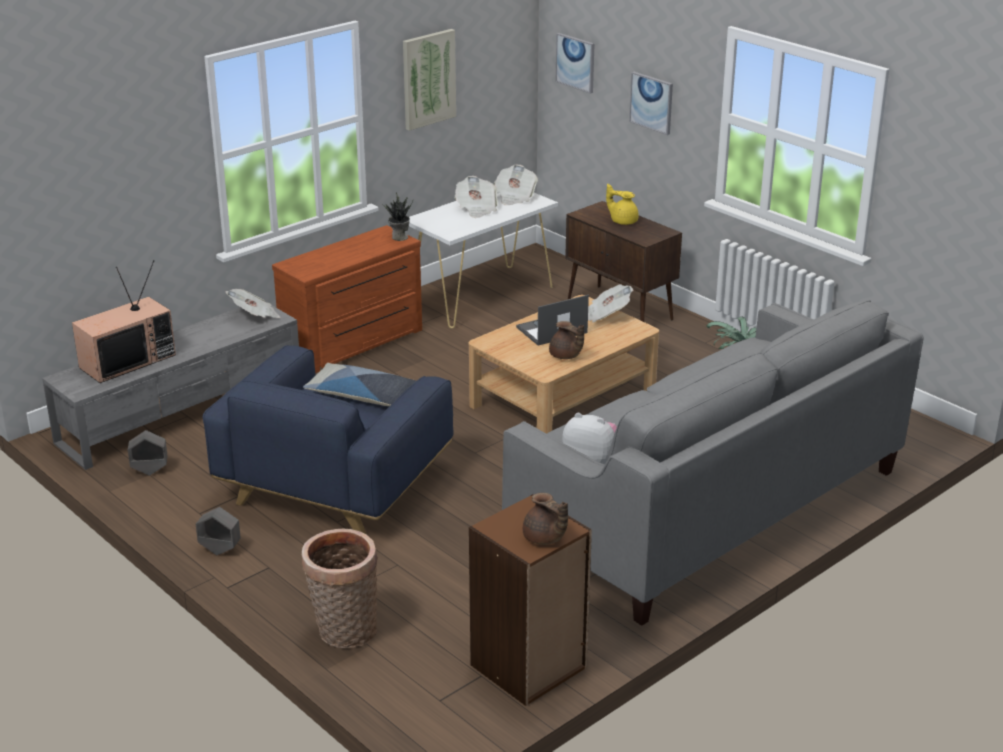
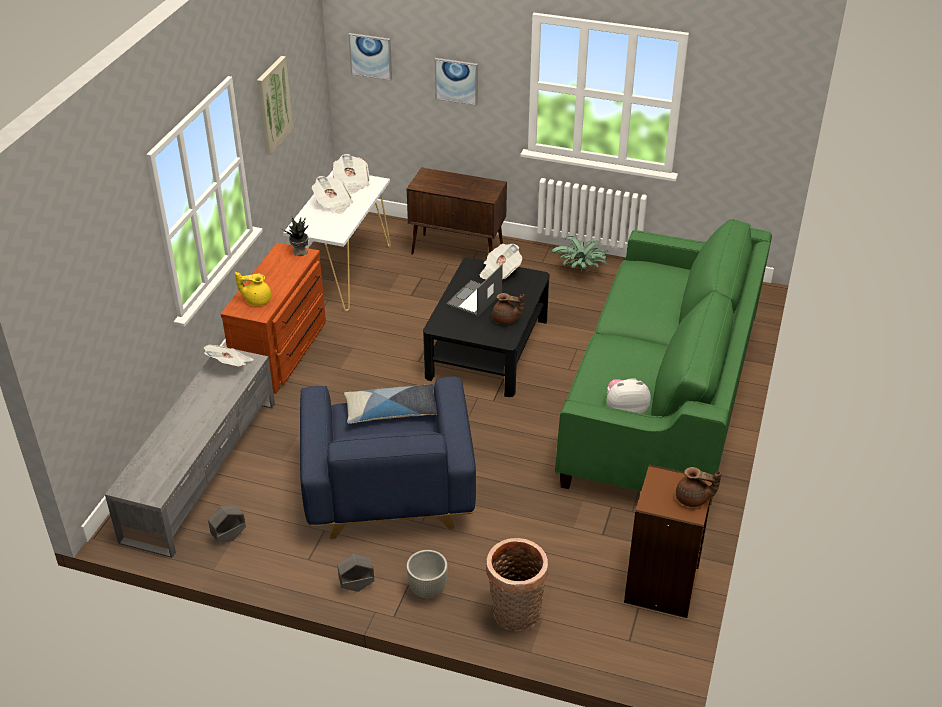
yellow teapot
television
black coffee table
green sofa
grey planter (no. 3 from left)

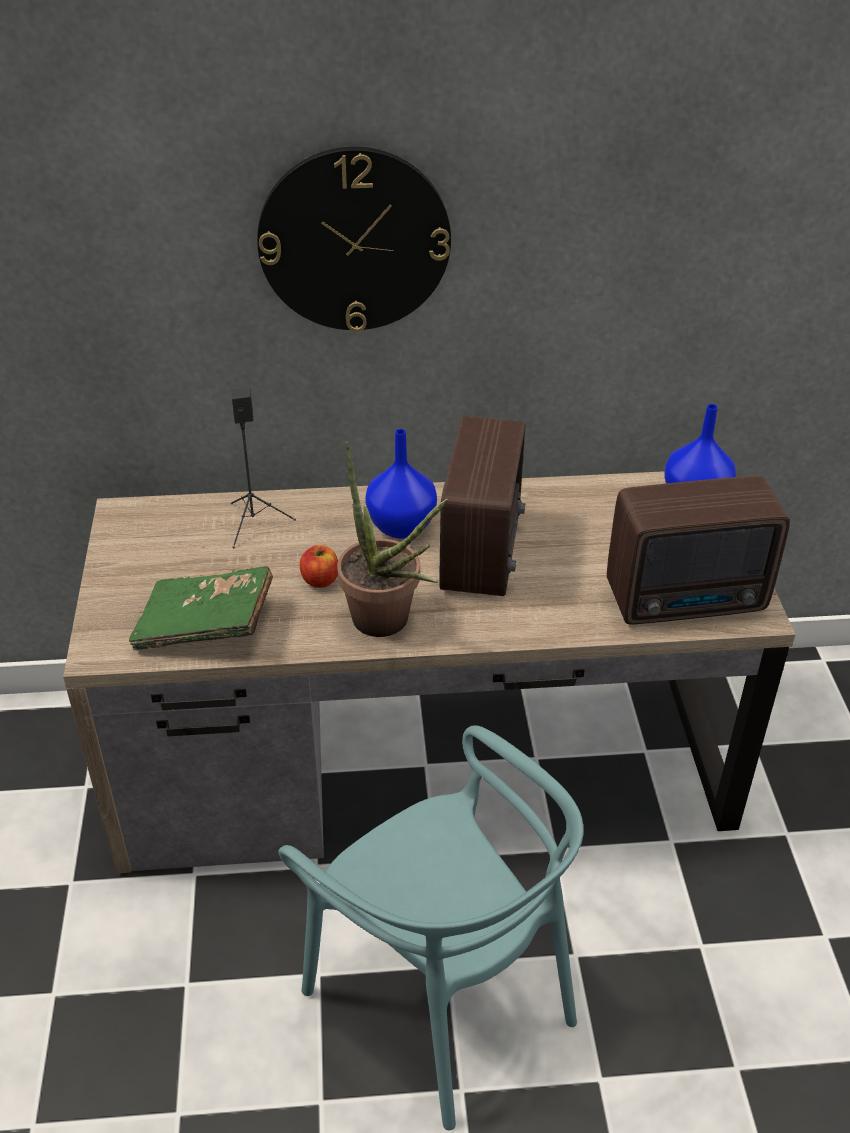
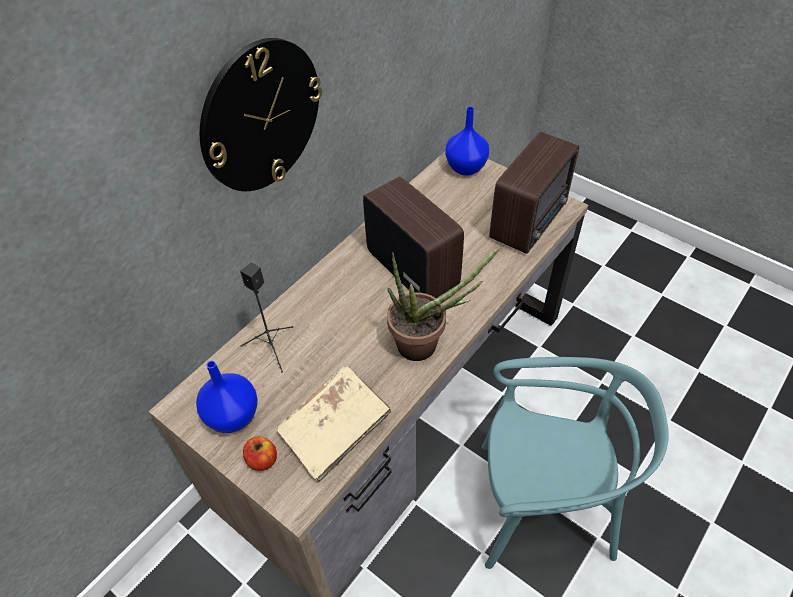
blue vase (no. 1 from left)
apple
beige book

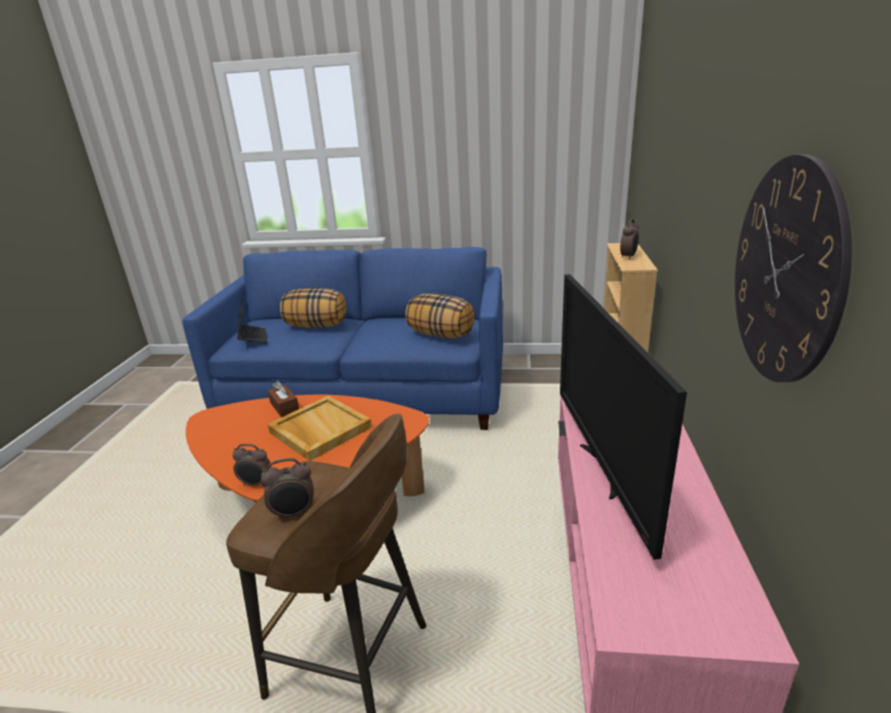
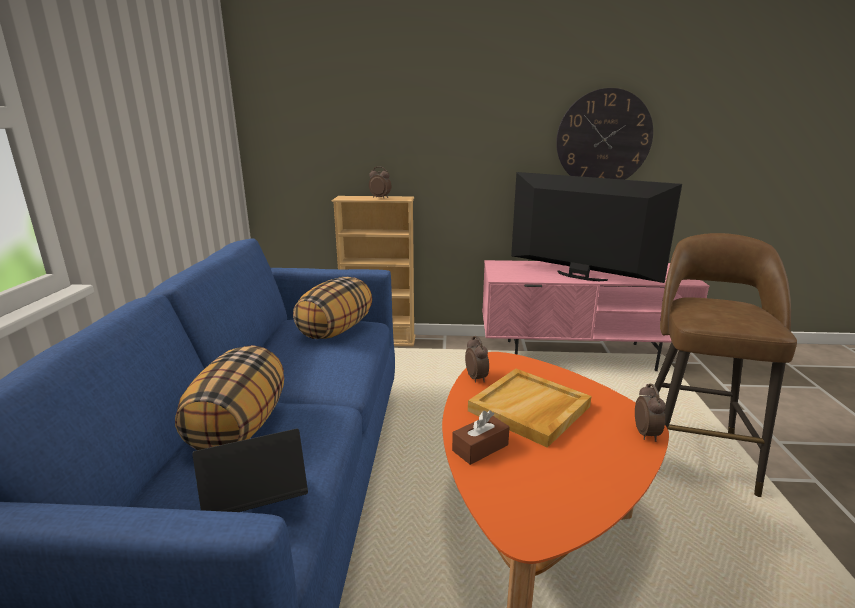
television
alarm clock (no. 2 from left)

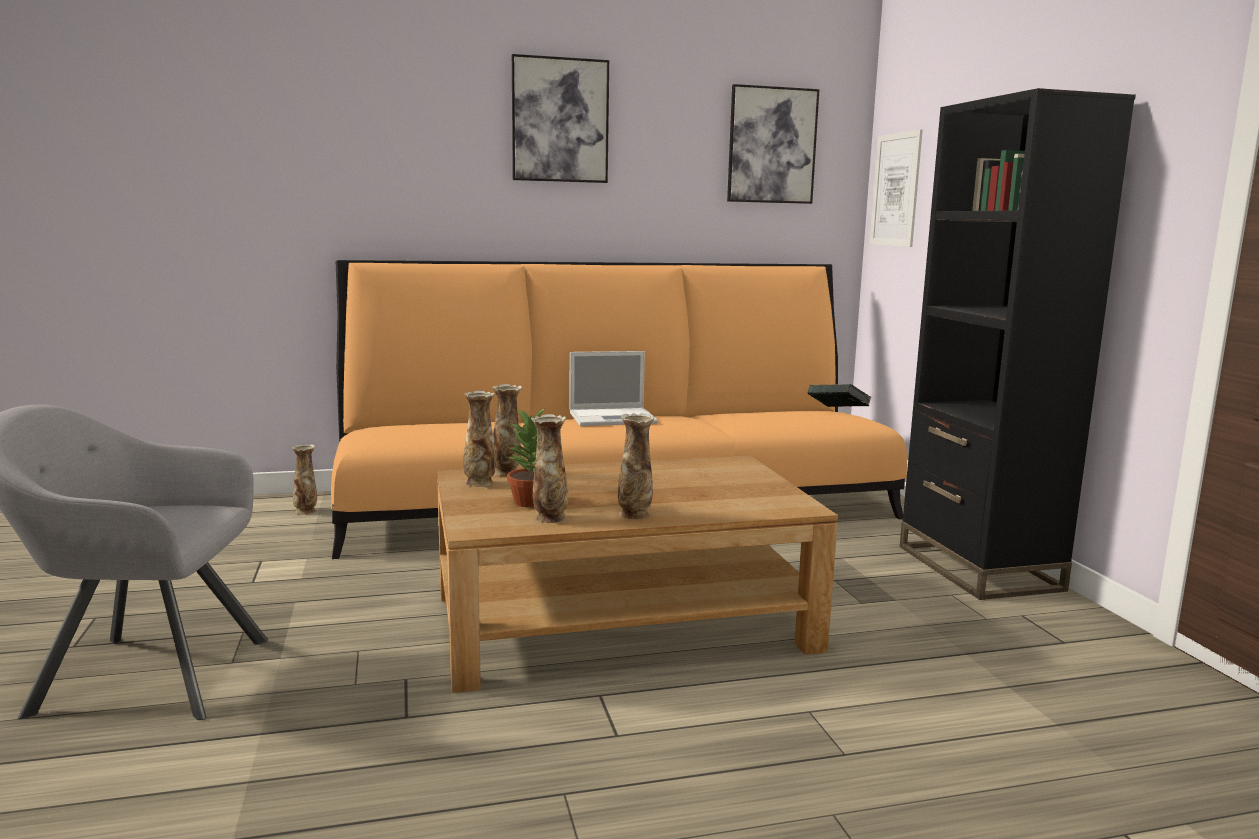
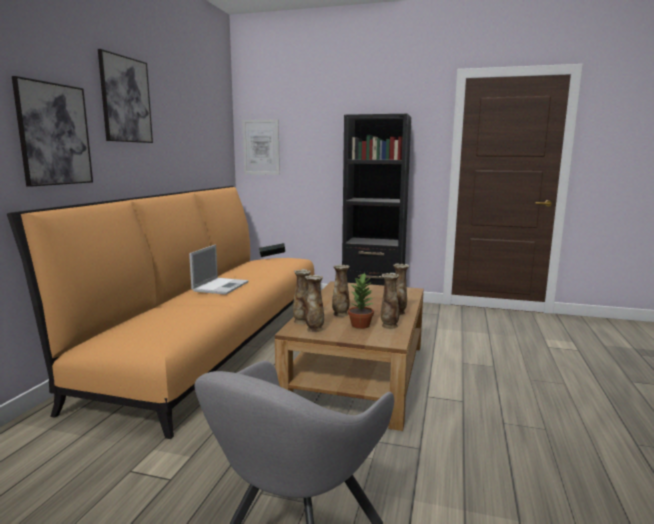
picture (no. 1 from left)
vase (no. 3 from left)

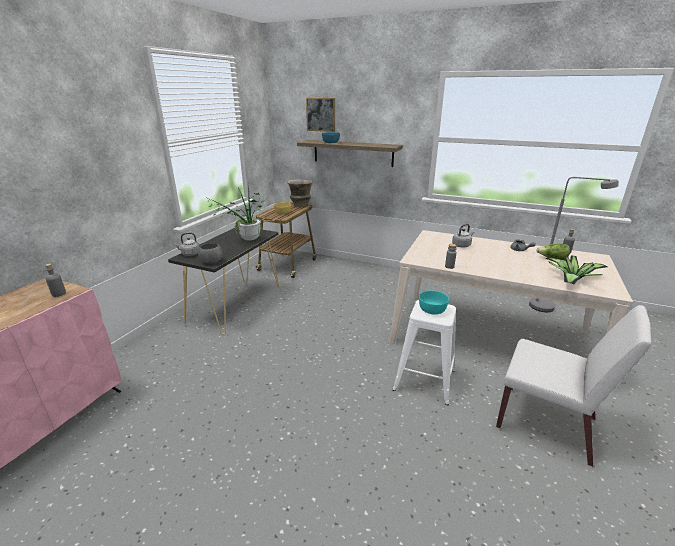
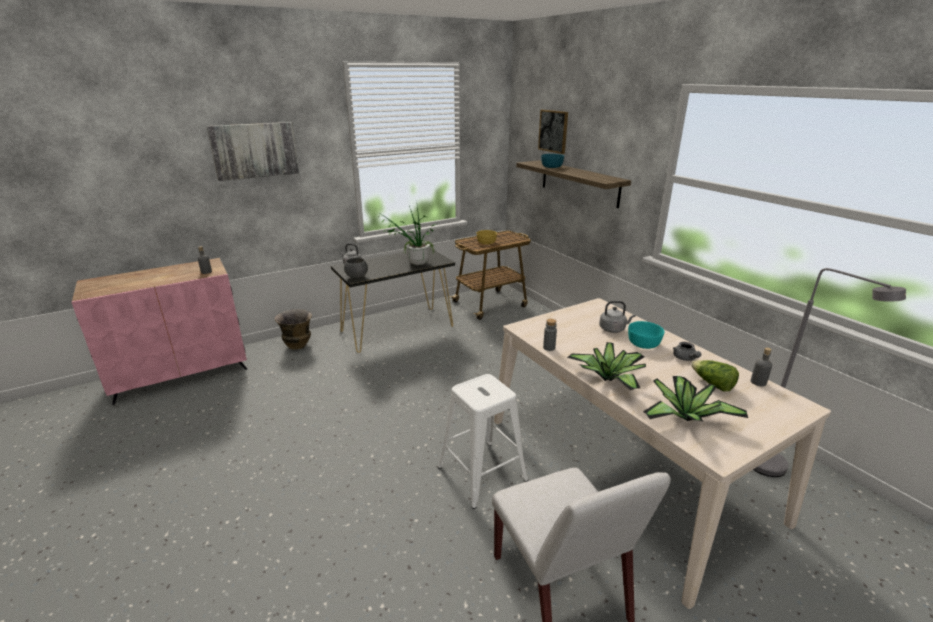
vase
turquoise bowl (no. 2 from left)
picture (no. 1 from left)
potted plant (no. 2 from left)

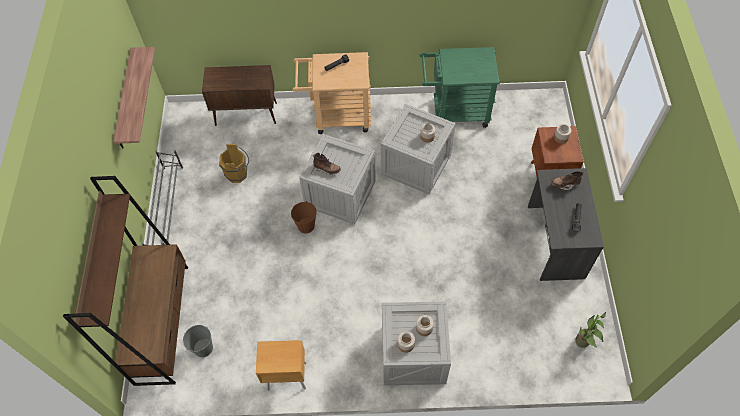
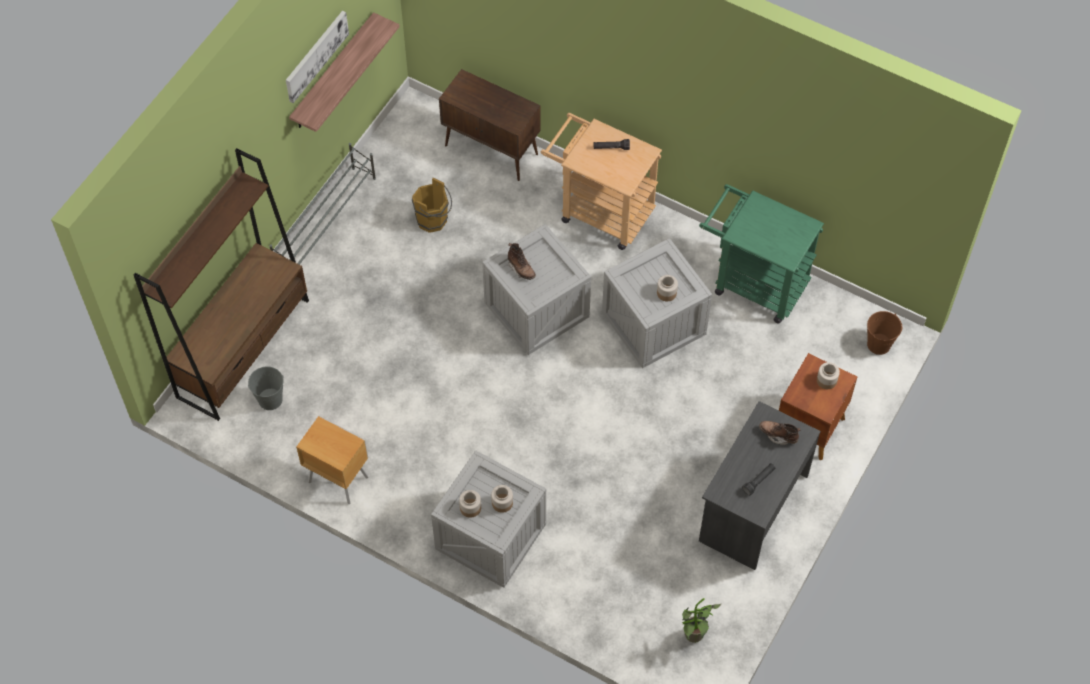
brown bucket (no. 2 from left)
picture

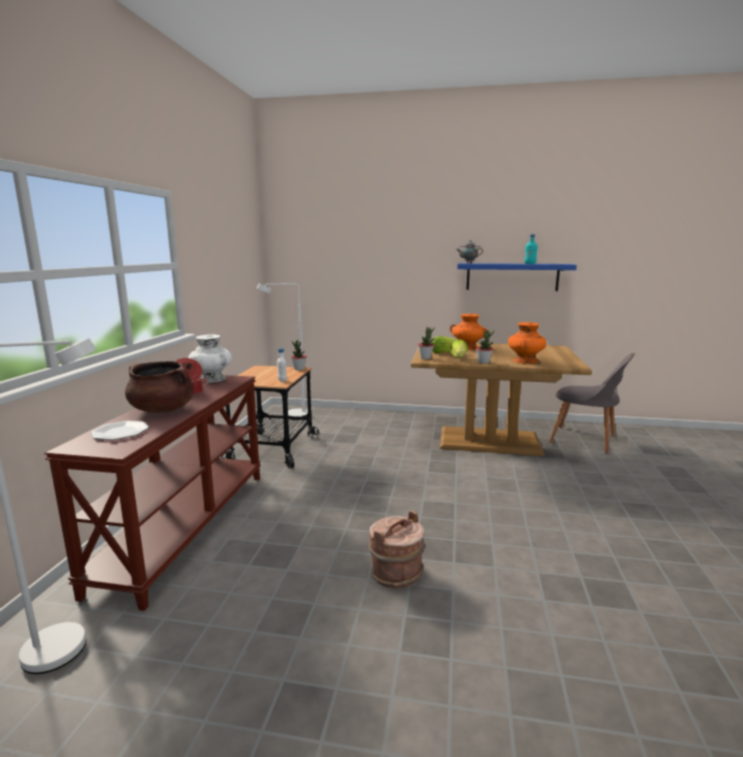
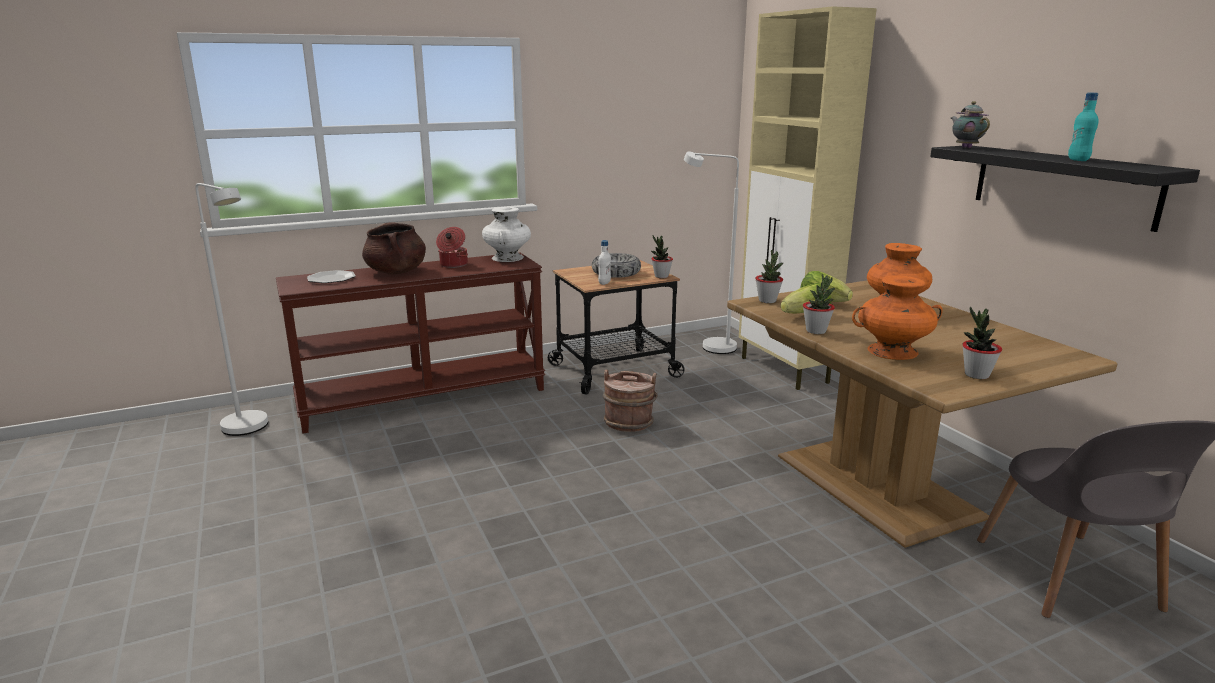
black shelf
brown bucket
beige cabinet
bowl
potted plant (no. 4 from left)

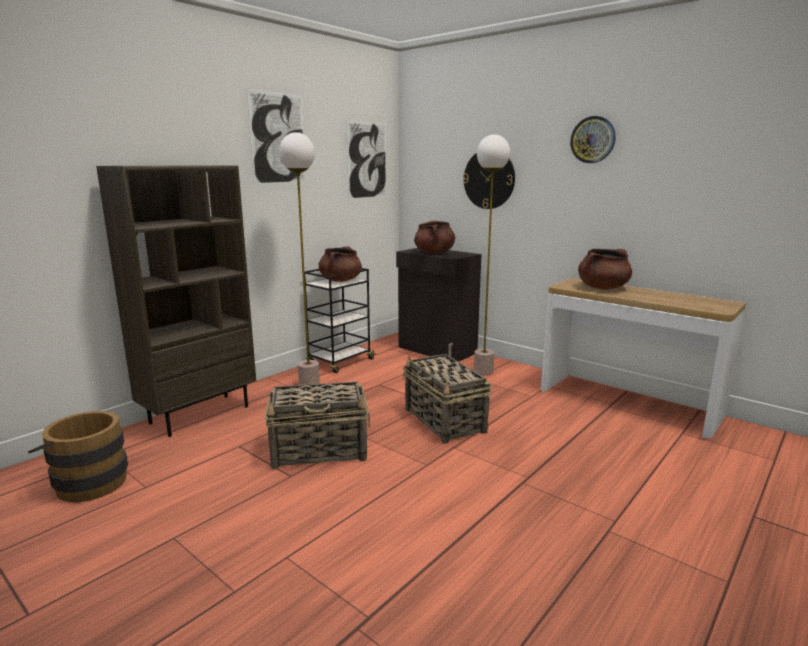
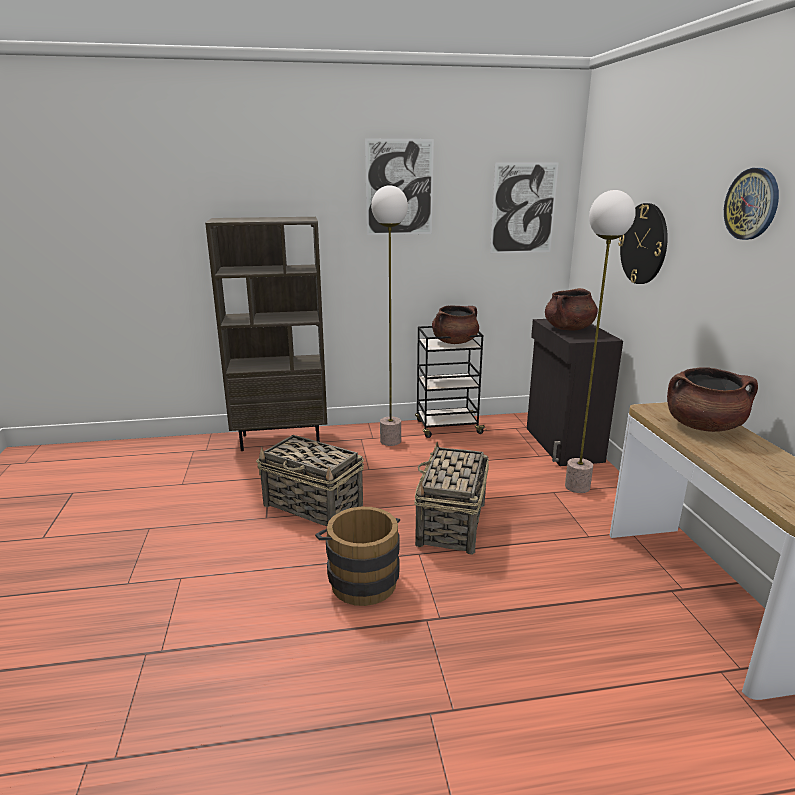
brown bucket

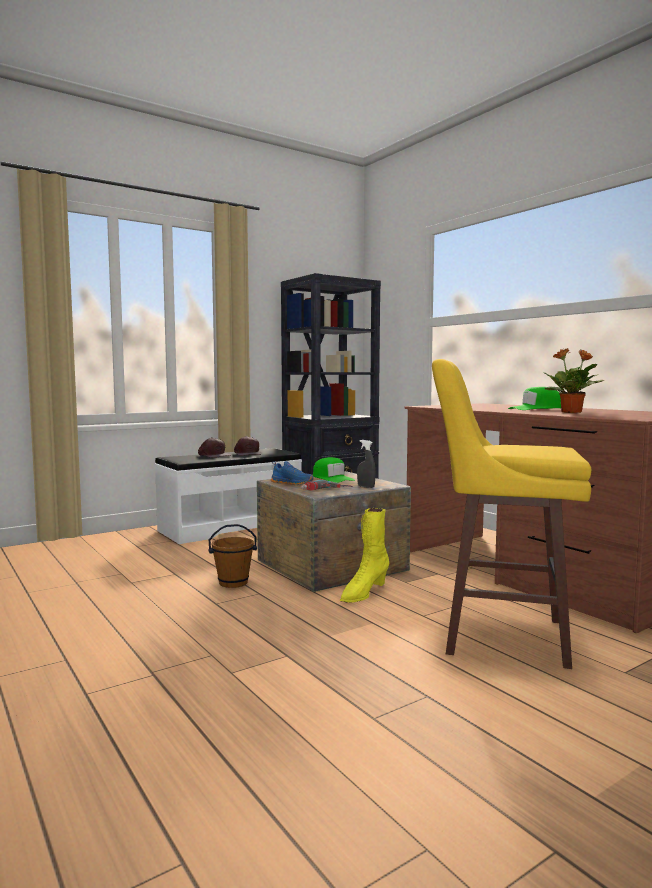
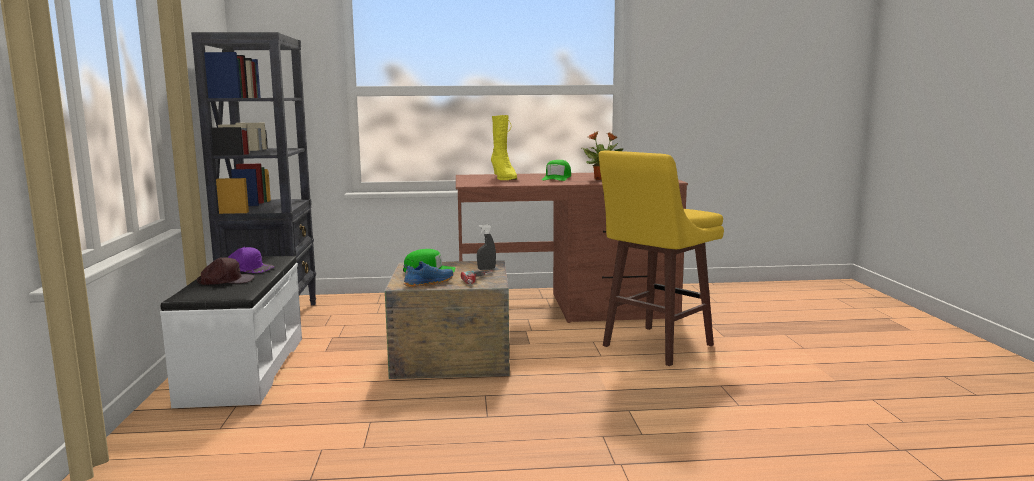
purple cap
yellow boot
brown bucket

